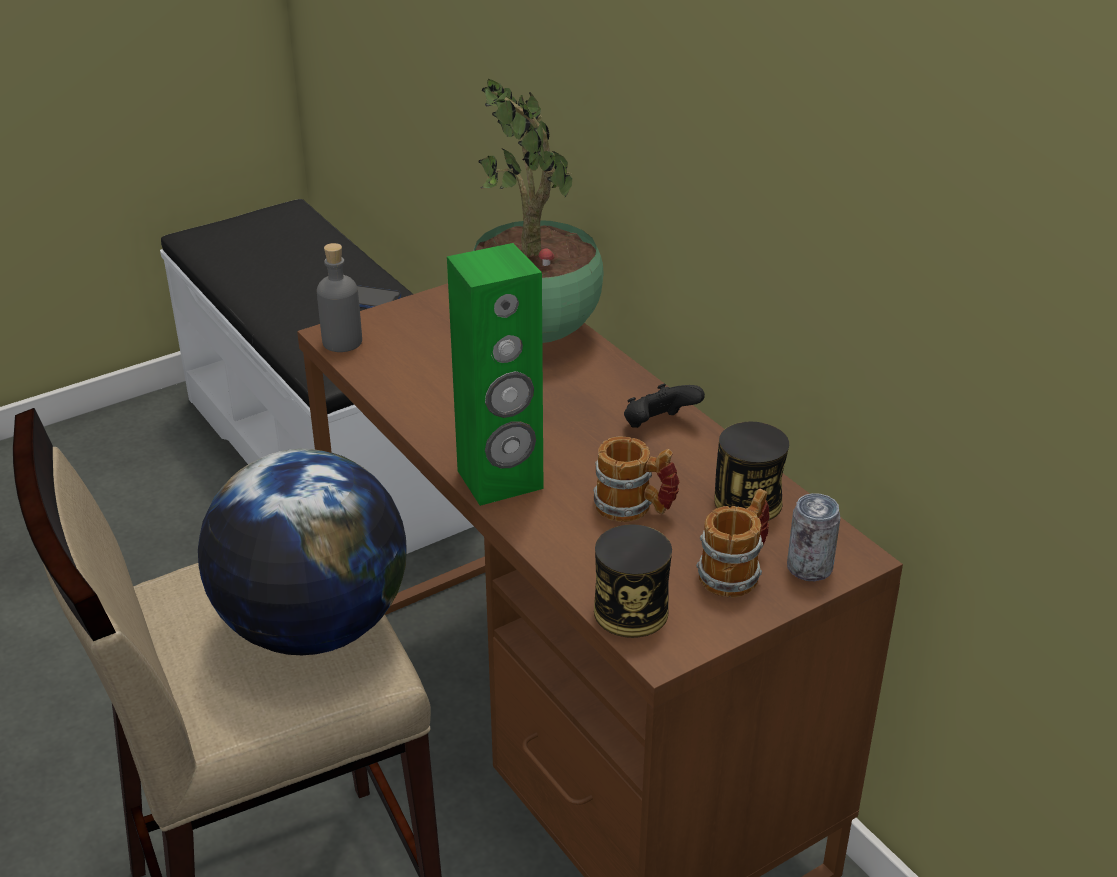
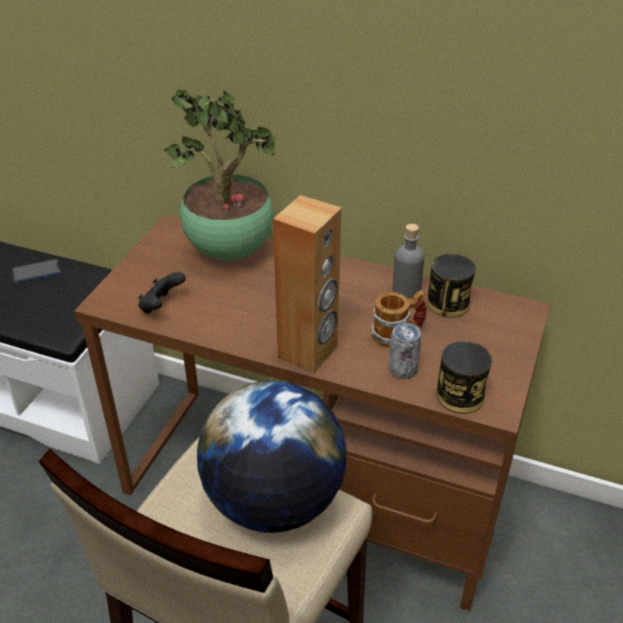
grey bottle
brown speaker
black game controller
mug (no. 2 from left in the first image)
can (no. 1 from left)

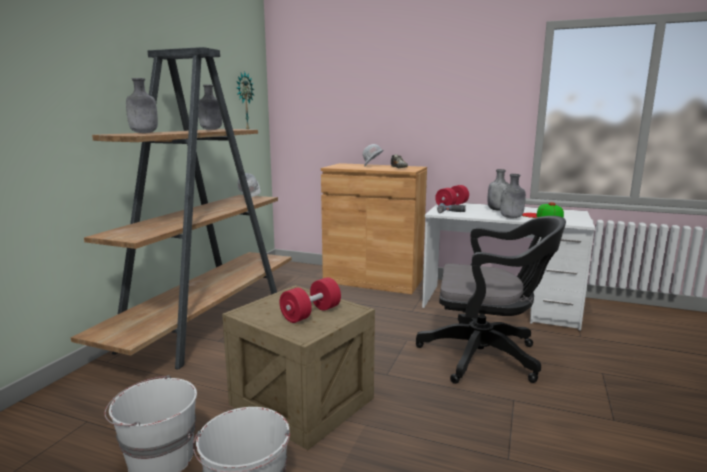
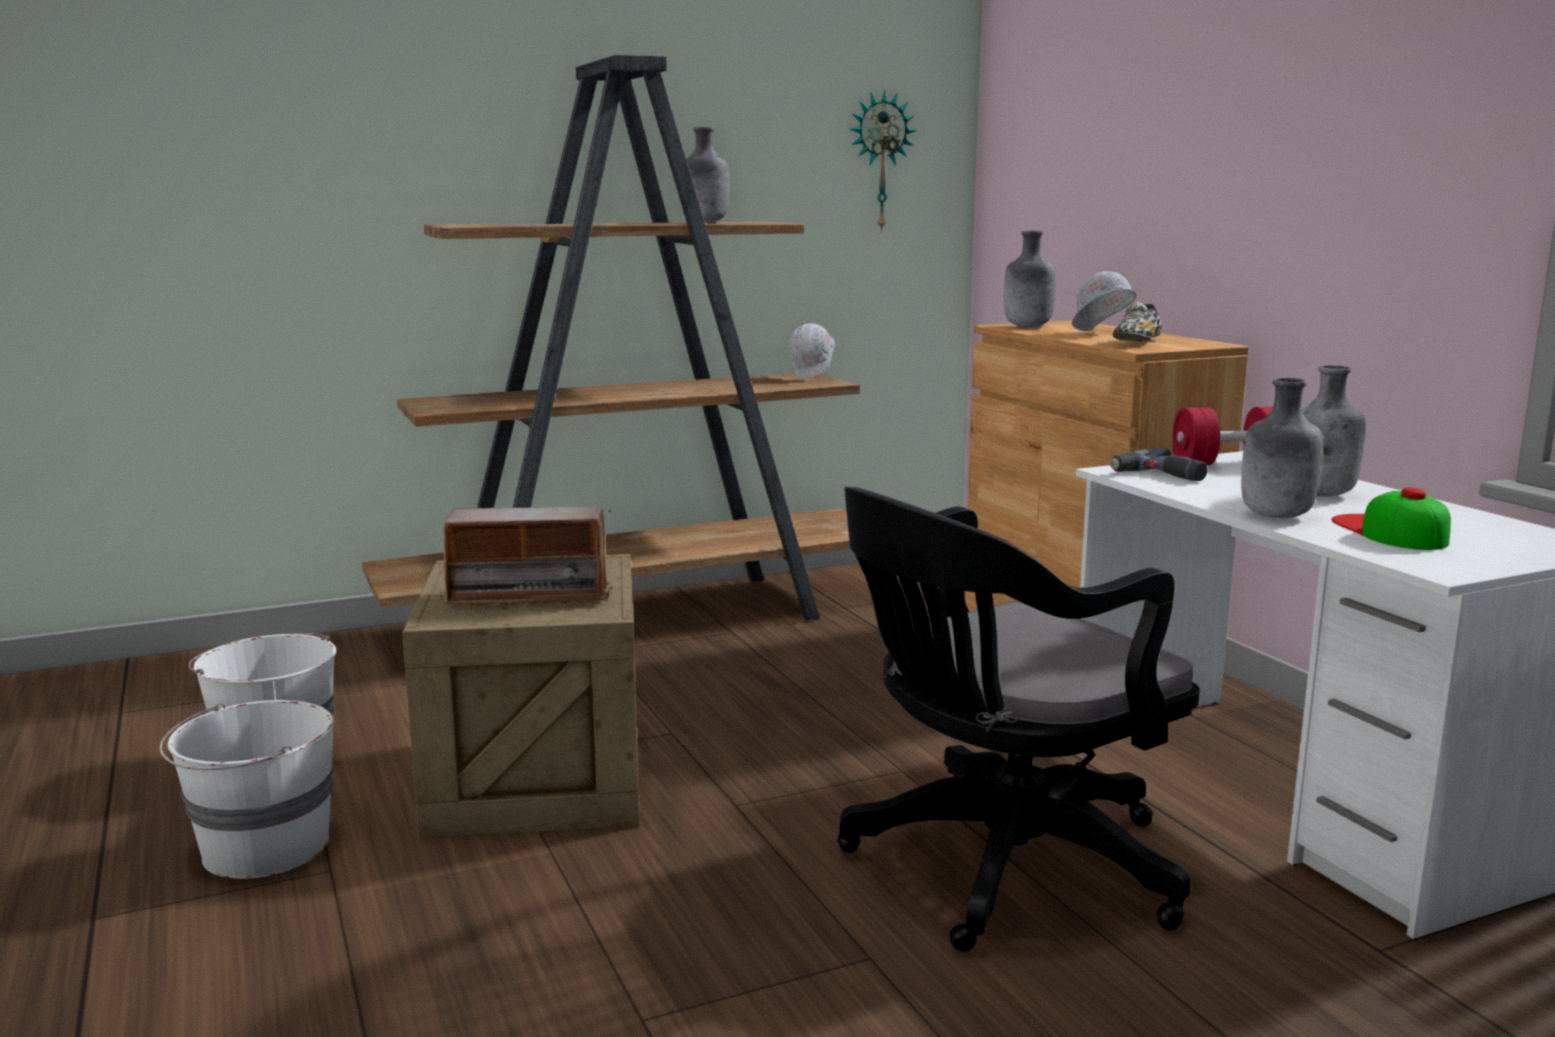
grey bottle (no. 2 from left)
black office chair
radio

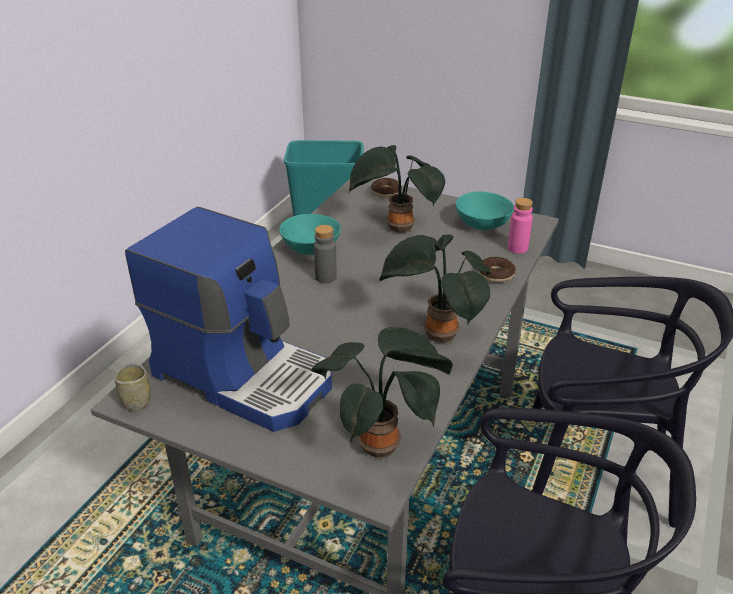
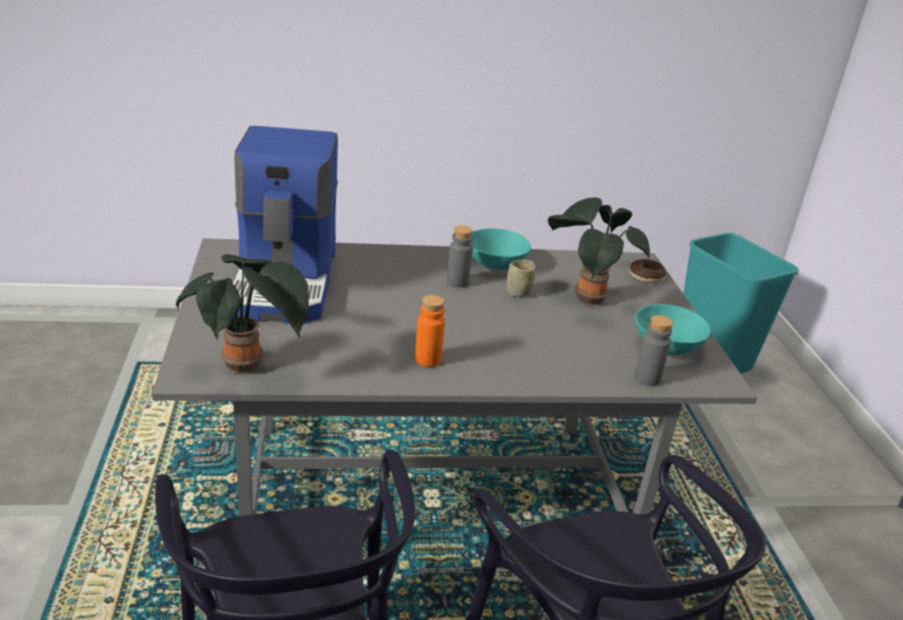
grey bottle (no. 2 from left)
orange bottle
donut (no. 2 from left in the first image)
cup

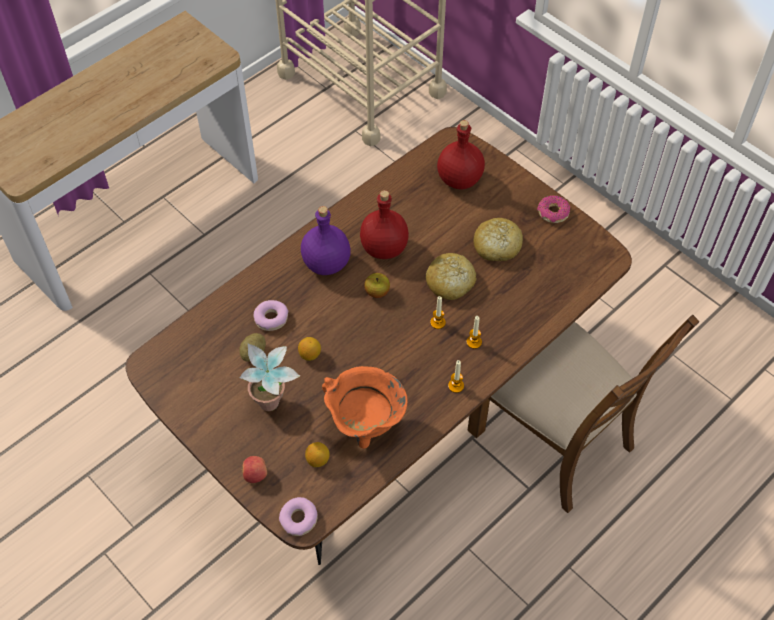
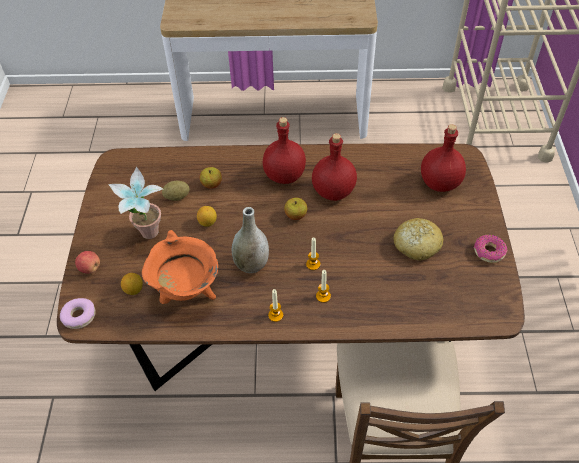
red bottle (no. 1 from left)
bread (no. 1 from left in the first image)
apple (no. 2 from left)
grey vase

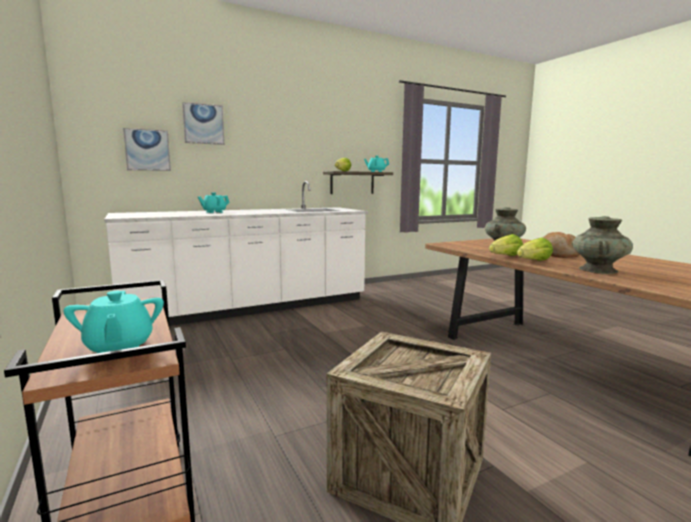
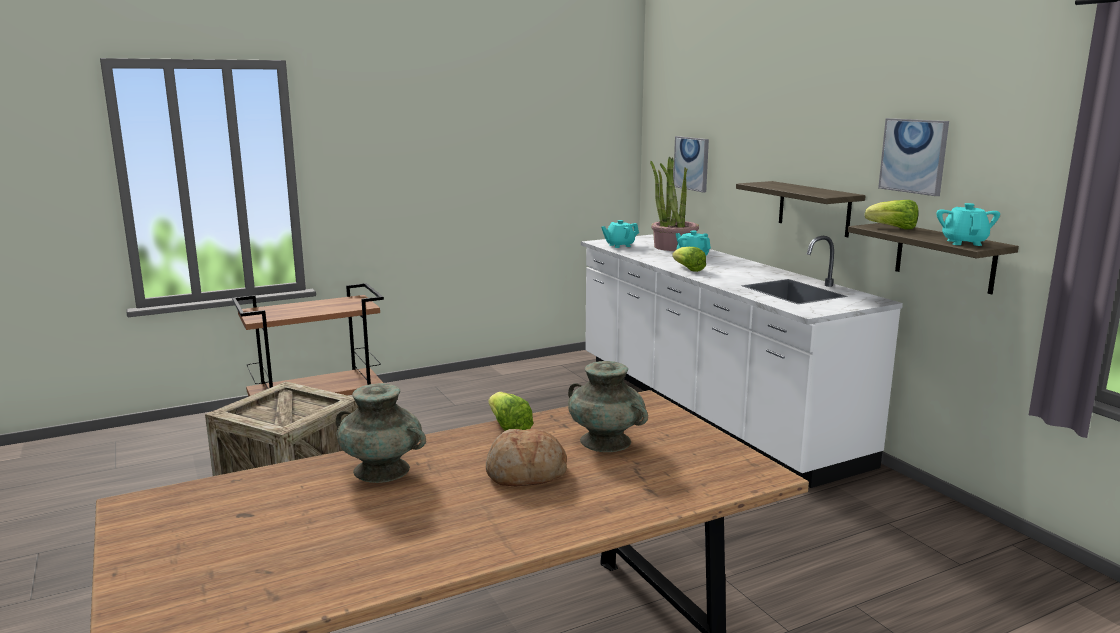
picture (no. 2 from left)
lettuce (no. 2 from left)
turquoise teapot (no. 1 from left)
potted plant
shelf (no. 1 from left)

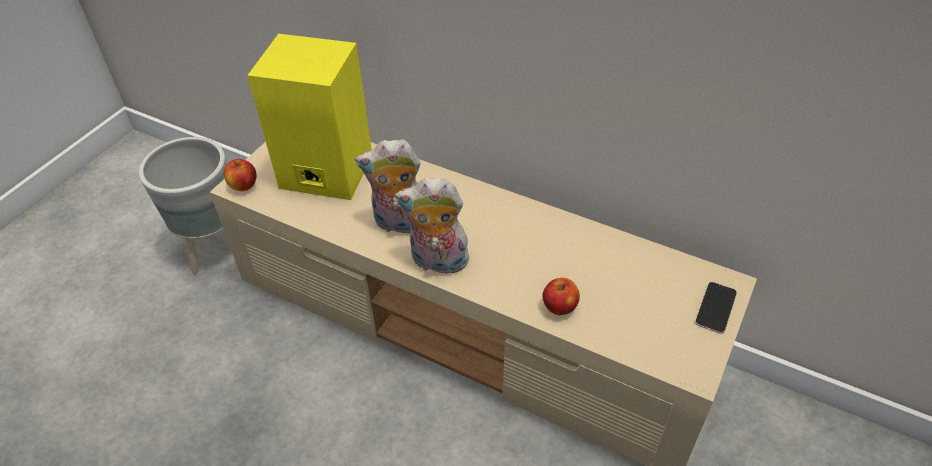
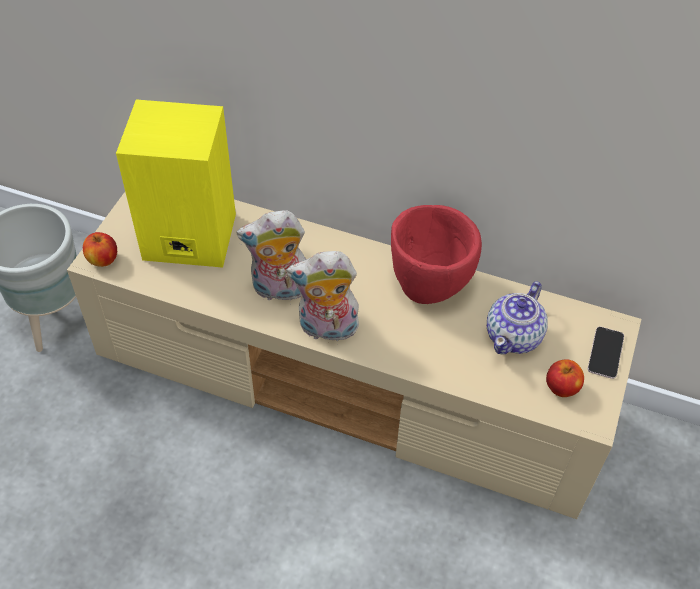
apple (no. 2 from left)
red bowl
teapot

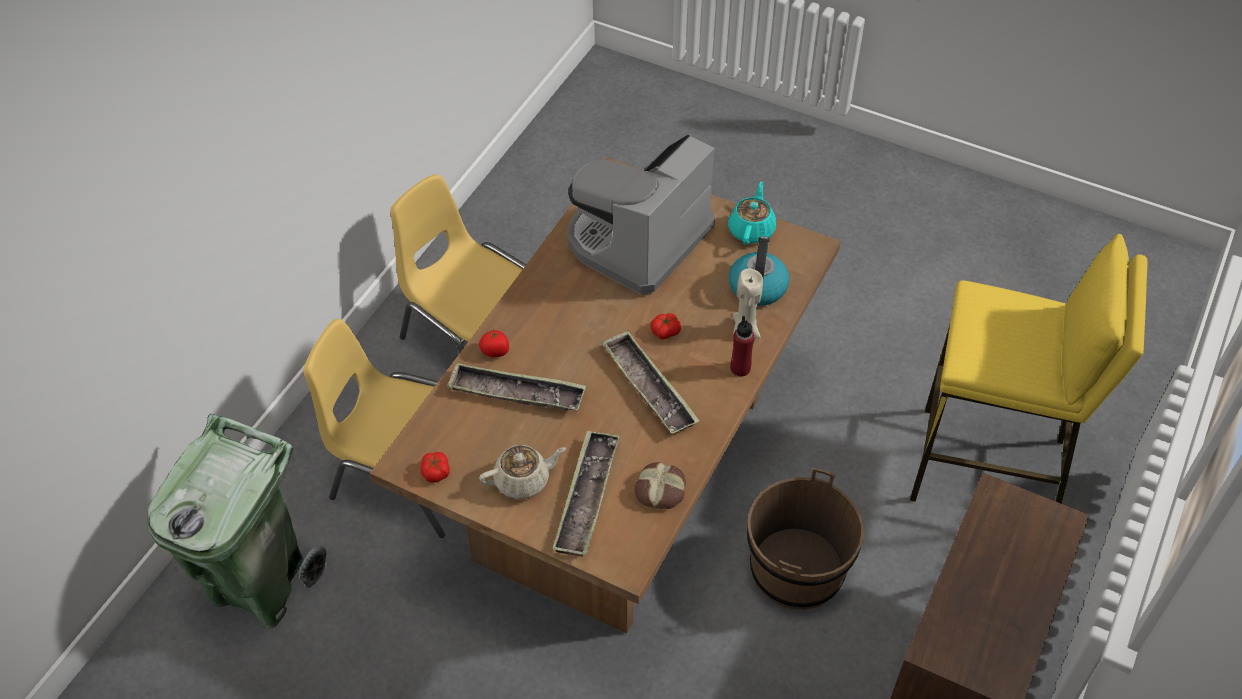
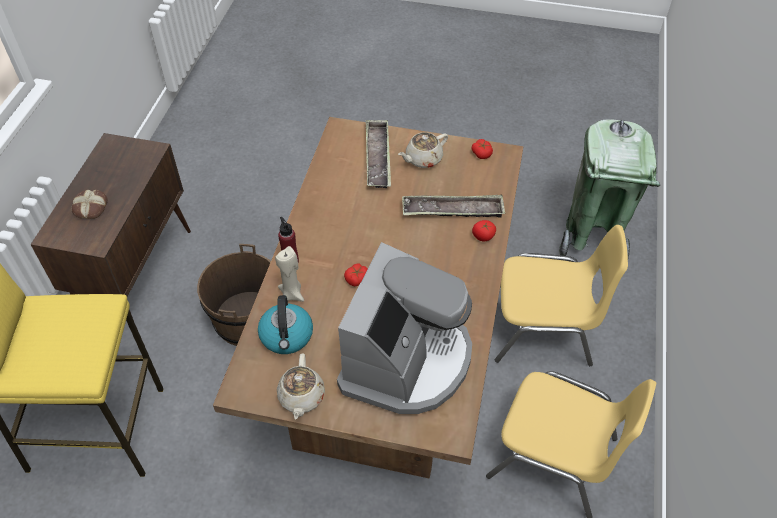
beige teapot (no. 1 from left)
tray (no. 3 from left in the first image)
bread

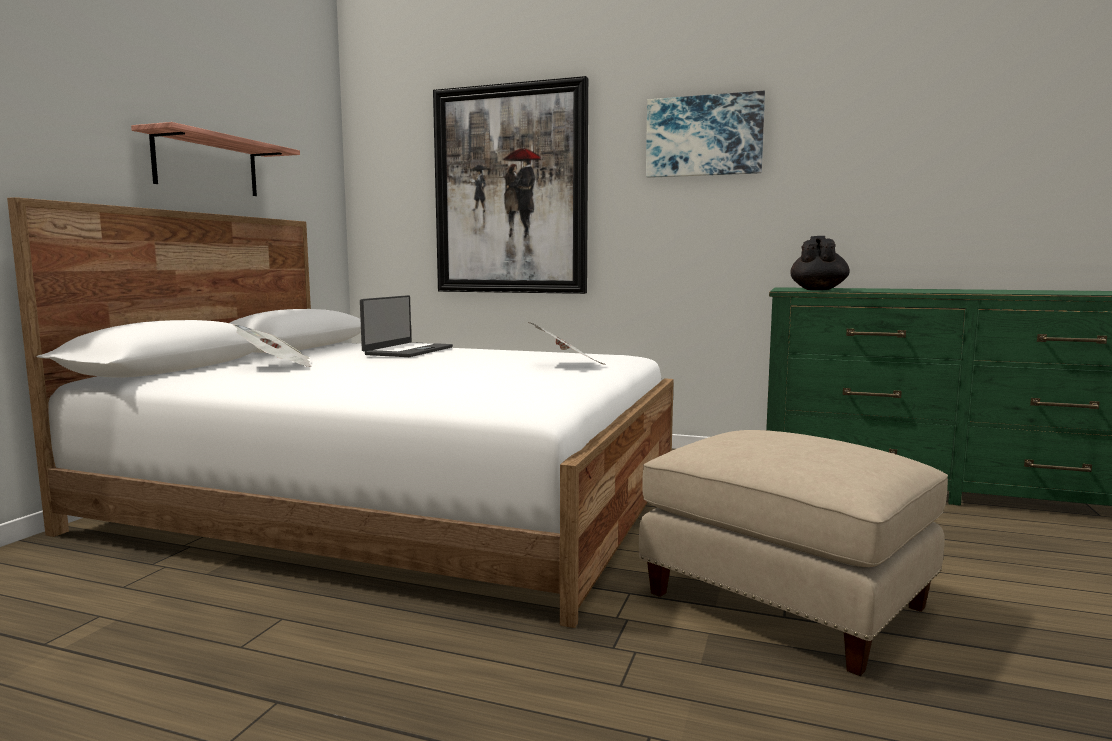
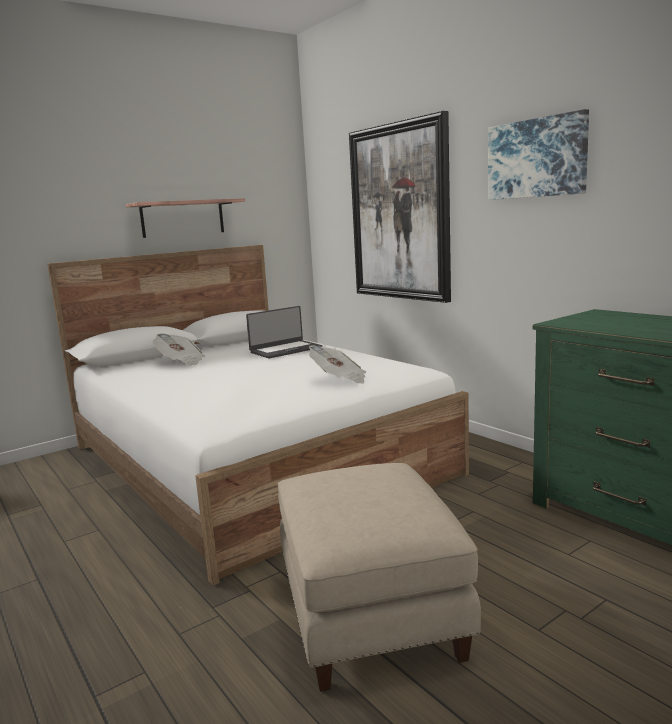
black teapot

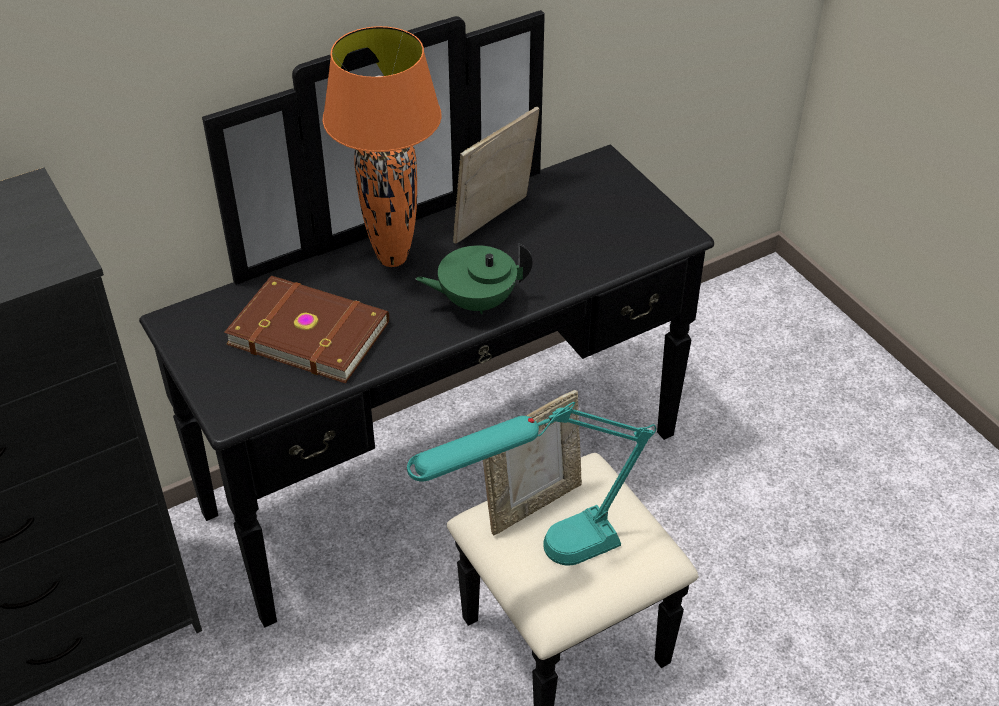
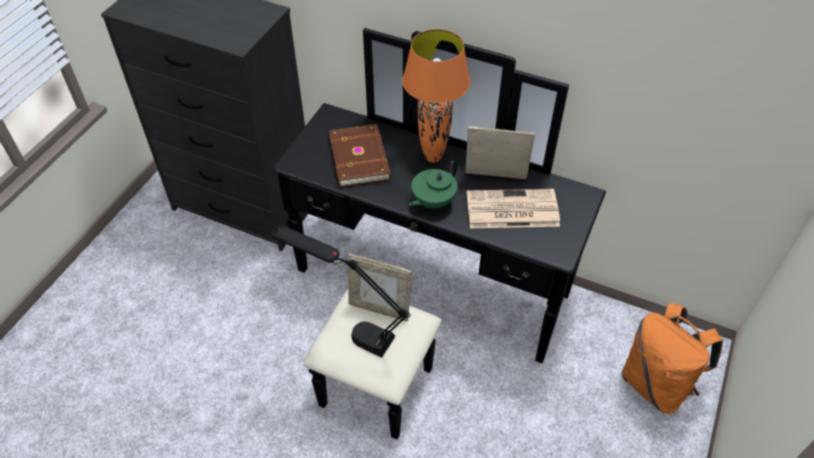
green teapot
black table lamp
newspaper
orange backpack

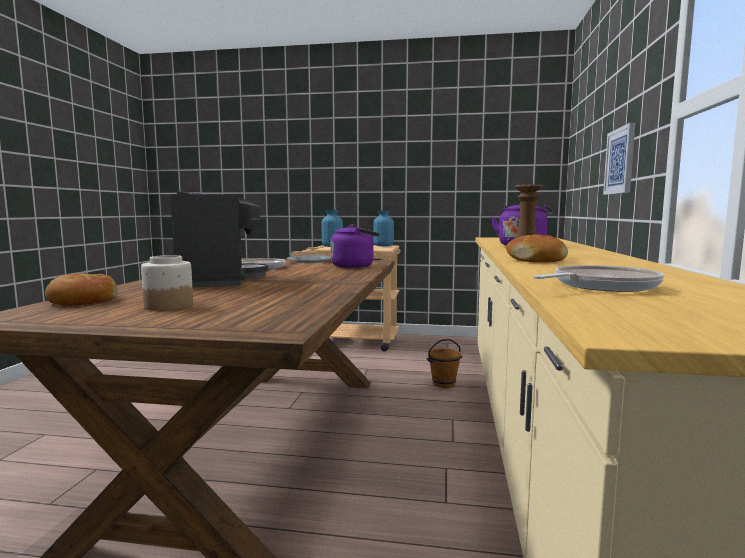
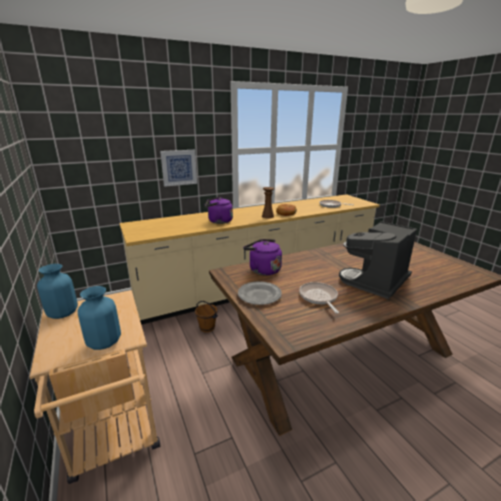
jar
bread (no. 1 from left in the first image)

